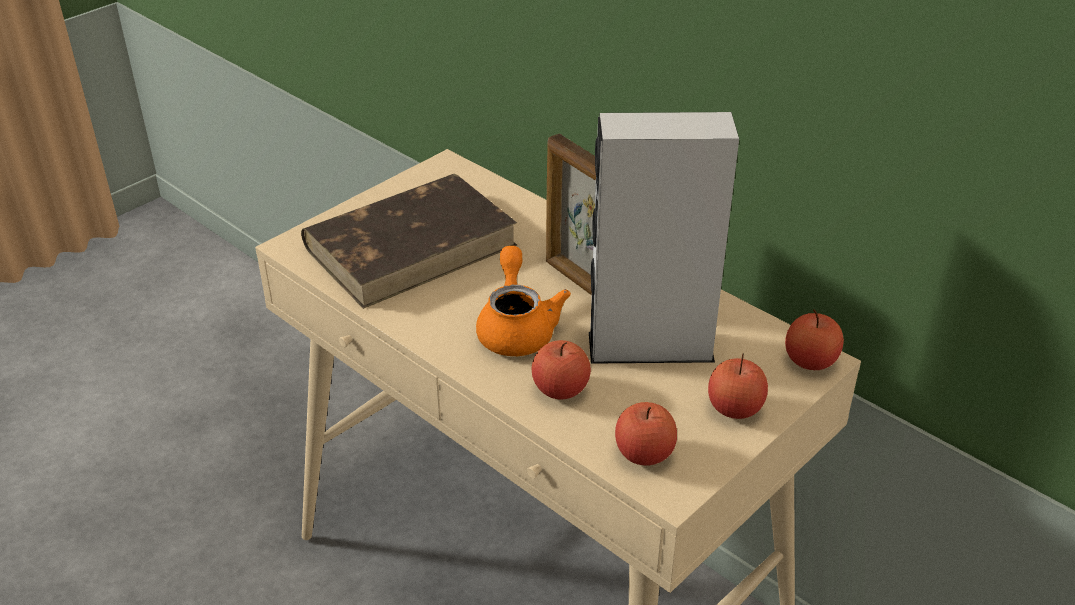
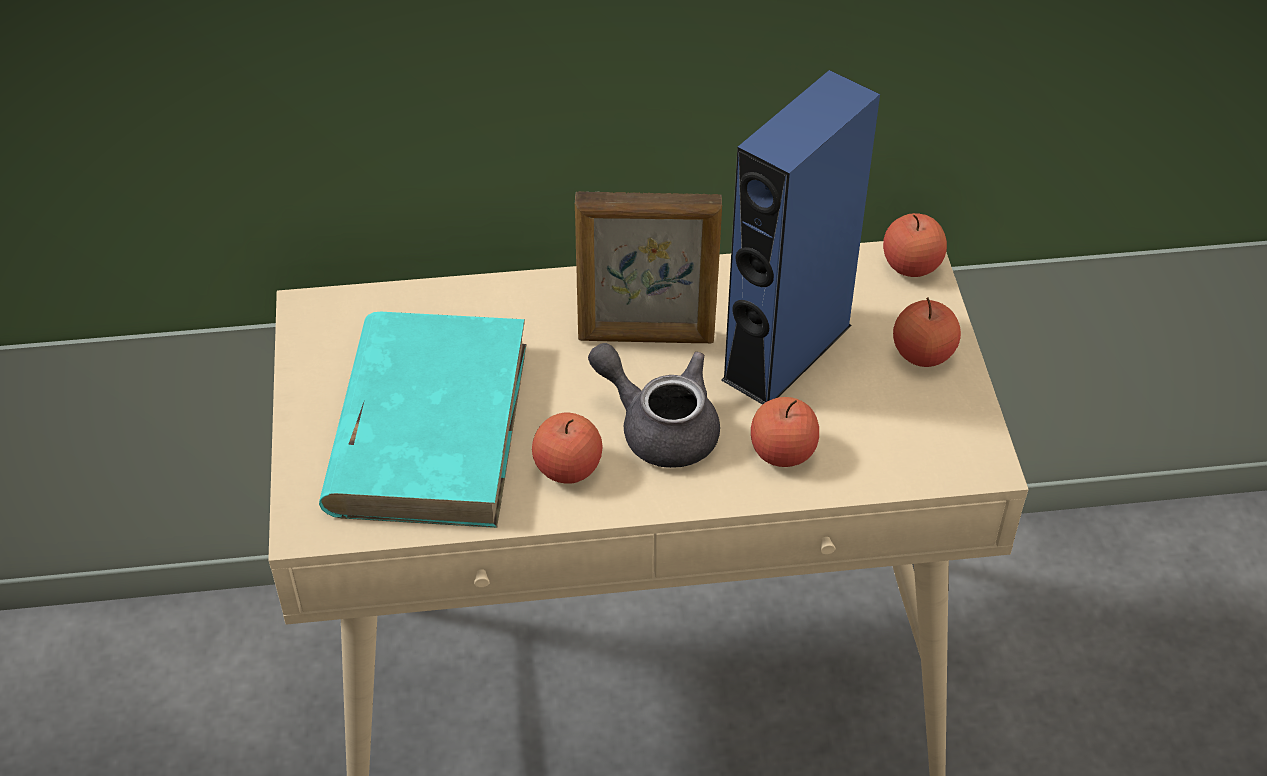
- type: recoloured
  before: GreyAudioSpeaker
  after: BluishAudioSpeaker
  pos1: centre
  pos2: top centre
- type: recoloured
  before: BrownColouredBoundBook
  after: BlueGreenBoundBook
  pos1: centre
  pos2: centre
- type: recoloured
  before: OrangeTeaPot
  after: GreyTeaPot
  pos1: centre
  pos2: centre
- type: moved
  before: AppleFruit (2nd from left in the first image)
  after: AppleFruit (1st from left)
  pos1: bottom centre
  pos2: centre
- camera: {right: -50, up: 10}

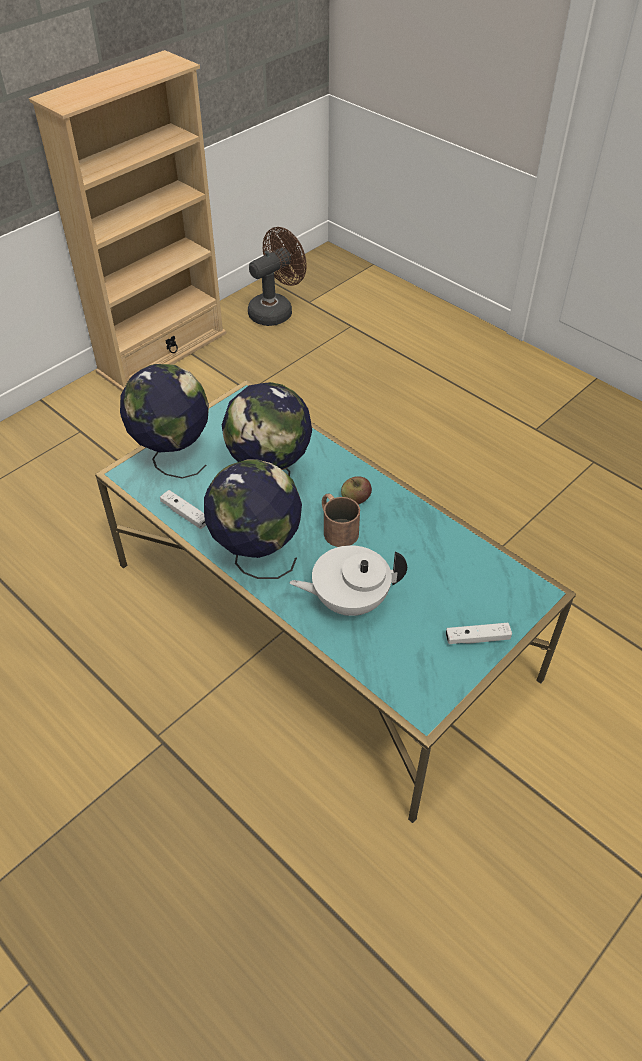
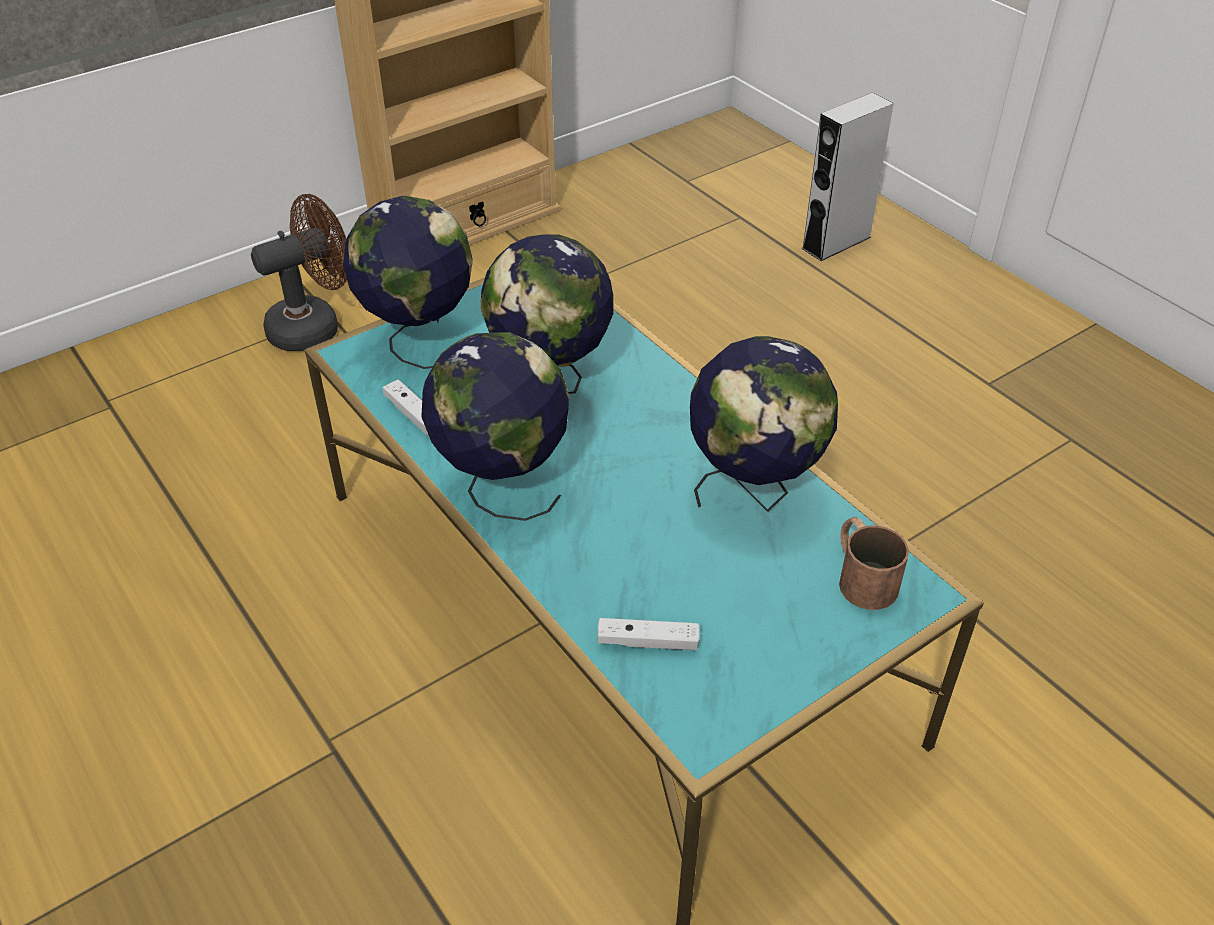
- type: moved
  before: BrownColouredCoolingFan
  pos1: top centre
  pos2: top left
- type: removed
  before: AppleFruit
  pos1: centre
- type: moved
  before: BrownColouredCoffeeMug
  pos1: centre
  pos2: middle right
- type: removed
  before: WhiteColouredTeaPot
  pos1: centre
- type: moved
  before: WhiteColouredGamepad (2nd from left)
  pos1: middle right
  pos2: bottom centre
- type: added
  after: GreyAudioSpeaker
  pos2: top right
- type: added
  after: WorldGlobe (4th from left)
  pos2: centre
- camera: {right: 10, up: -5}

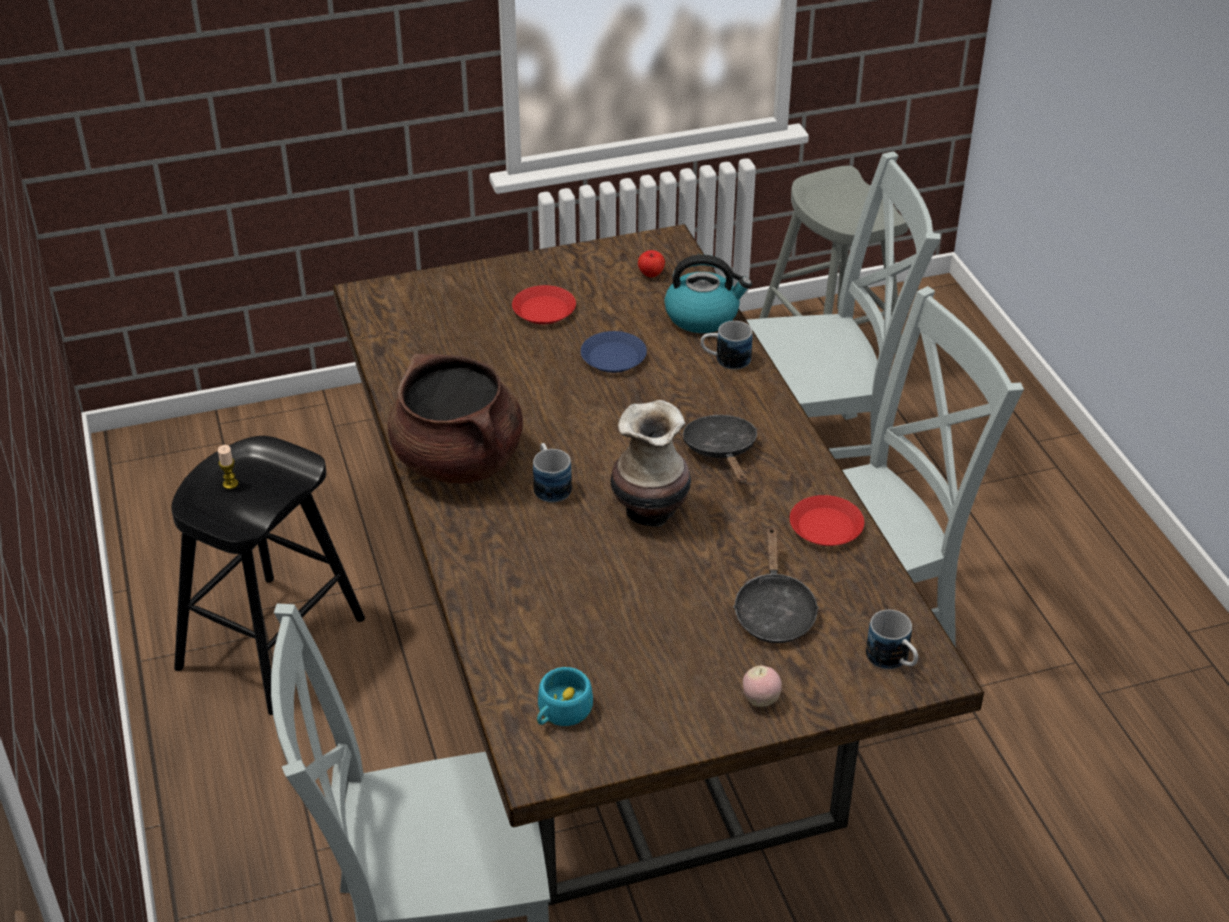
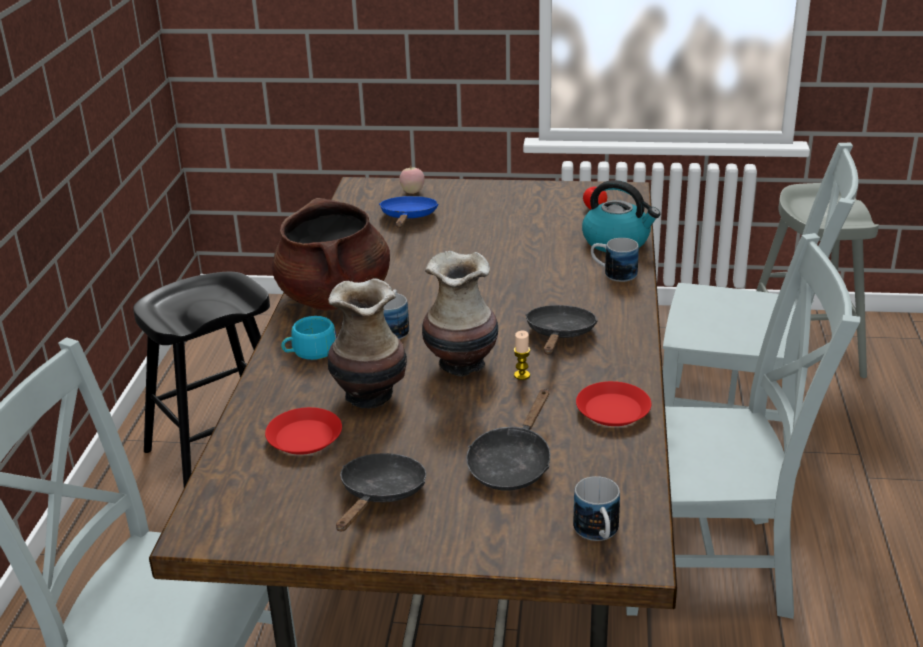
- type: moved
  before: RedPlate (1st from left)
  pos1: top centre
  pos2: middle left
- type: removed
  before: BluishPlate
  pos1: centre
- type: moved
  before: WaxLight
  pos1: middle left
  pos2: centre
- type: moved
  before: AppleFruit (2nd from left in the first image)
  after: AppleFruit (1st from left)
  pos1: bottom centre
  pos2: top centre
- type: moved
  before: BlueGreenCup
  pos1: bottom centre
  pos2: centre
- type: added
  after: BluishPan
  pos2: top centre
- type: added
  after: DecorativeVase (1st from left)
  pos2: centre
- type: added
  after: BlackishPan (1st from left)
  pos2: bottom centre
- camera: {right: 25, up: -10}

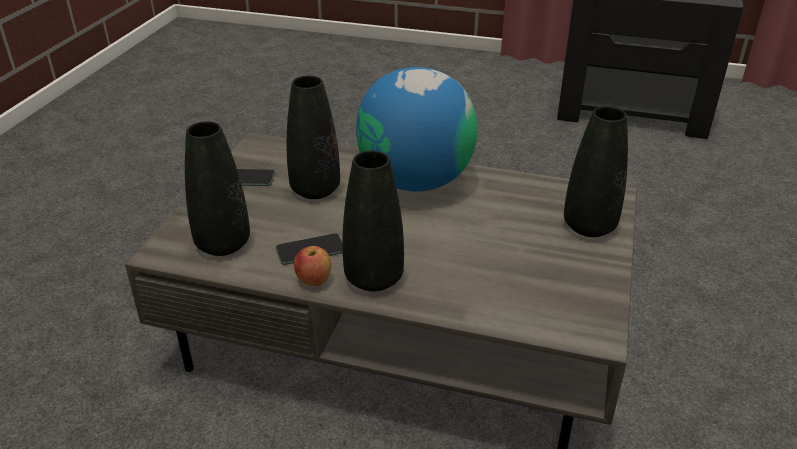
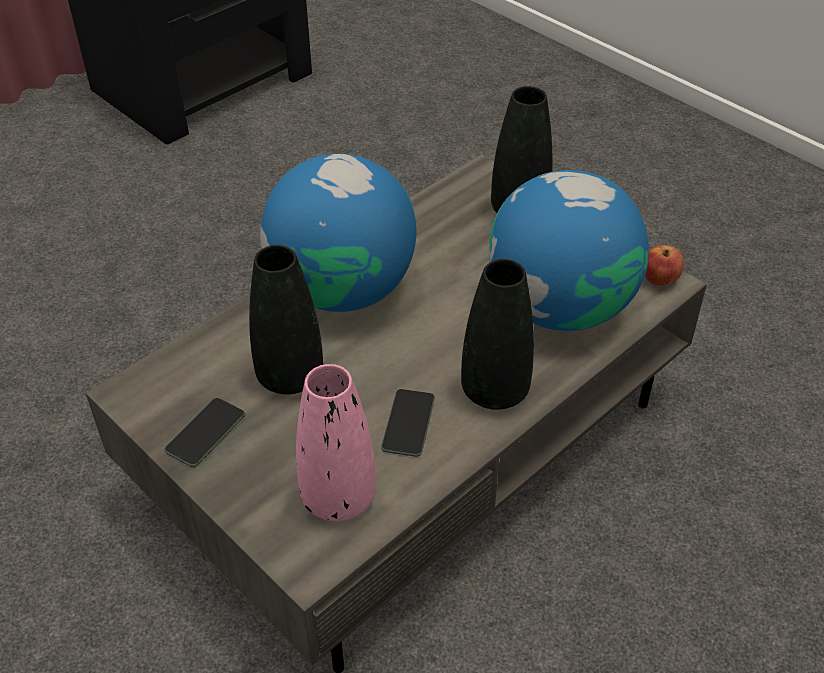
- type: recoloured
  before: BlackishDecorativeVase (1st from left)
  after: PinkDecorativeVase
  pos1: middle left
  pos2: centre
- type: moved
  before: AppleFruit
  pos1: centre
  pos2: middle right
- type: added
  after: WorldGlobe (2nd from left)
  pos2: middle right
- camera: {right: -60, up: 10}

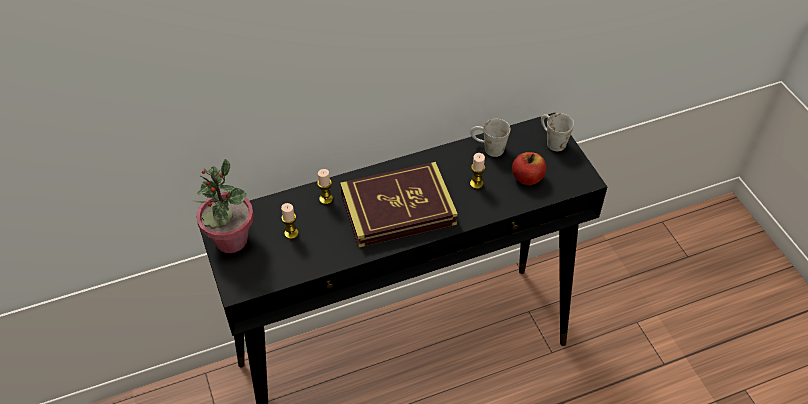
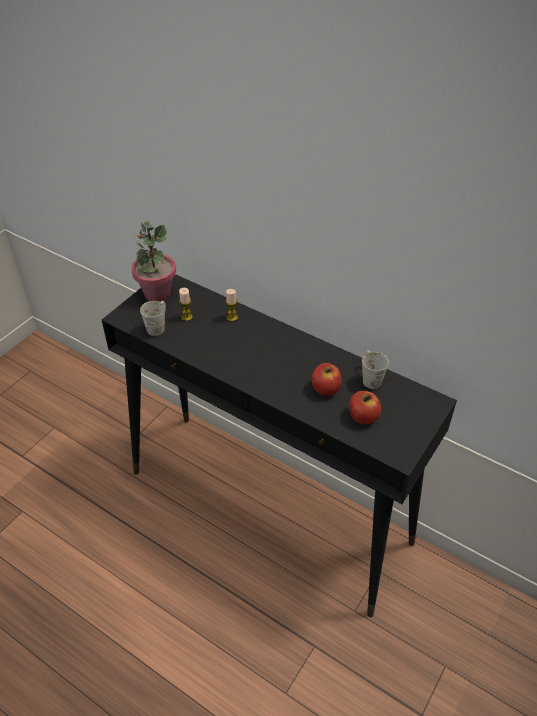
- type: moved
  before: WhiteColouredCoffeeMug (2nd from left in the first image)
  after: WhiteColouredCoffeeMug (1st from left)
  pos1: top right
  pos2: middle left
- type: replaced
  before: WaxLight (3rd from left)
  after: AppleFruit (1st from left)
  pos1: centre
  pos2: centre
- type: removed
  before: BoundBook
  pos1: centre
- camera: {right: 55, up: -5}

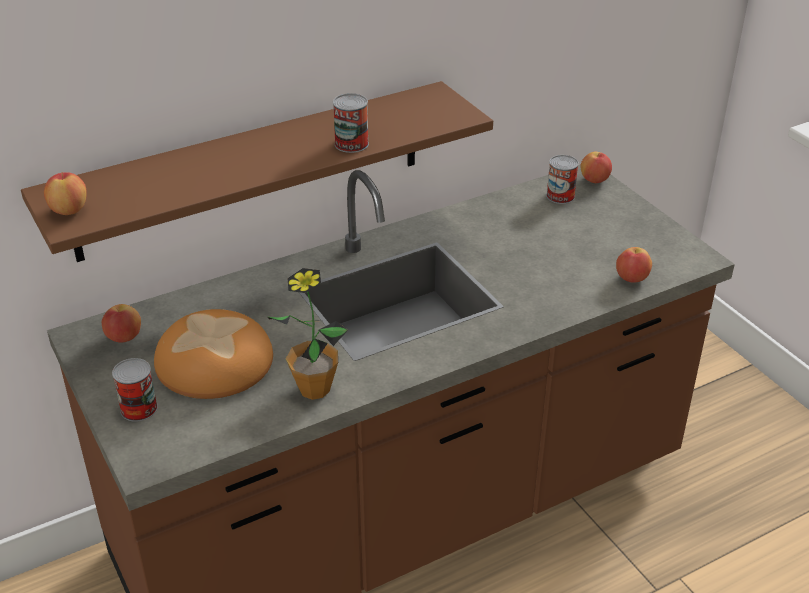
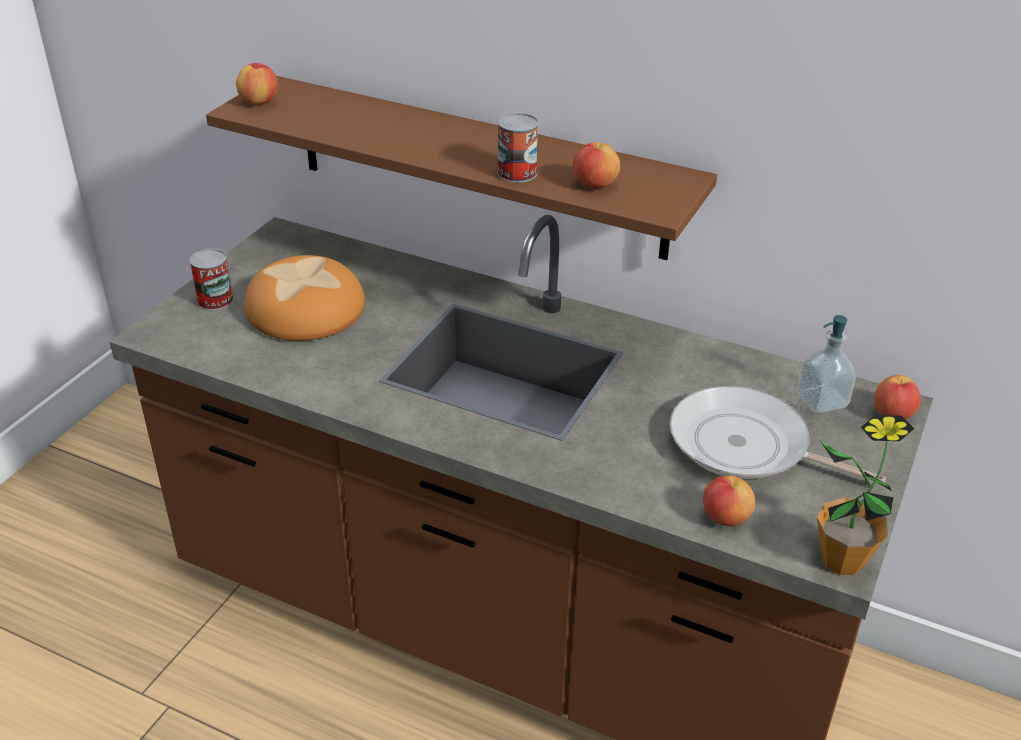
- type: replaced
  before: Can (3rd from left)
  after: SoapDispenser
  pos1: top right
  pos2: middle right
- type: moved
  before: PlantInAPot
  pos1: centre
  pos2: bottom right
- type: moved
  before: AppleFruit (2nd from left)
  pos1: middle left
  pos2: top centre
- type: added
  after: Pan
  pos2: middle right
- camera: {right: 55, up: 0}

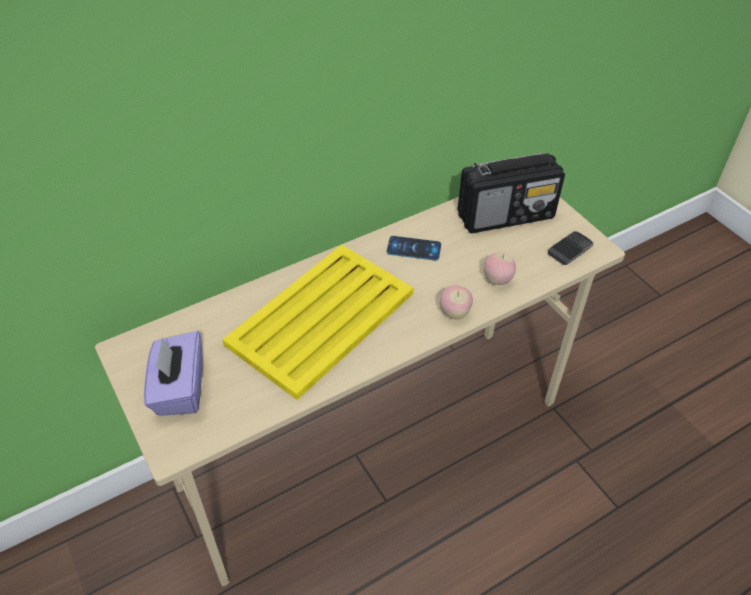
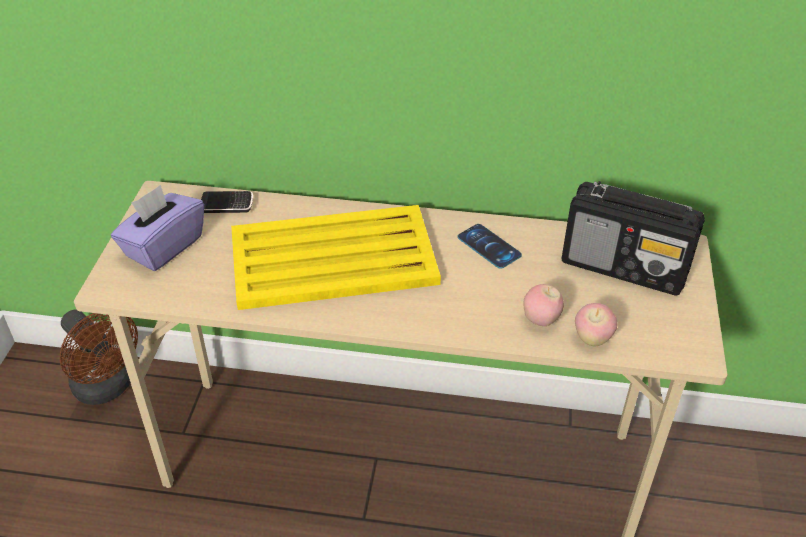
- type: moved
  before: Telephone (2nd from left in the first image)
  after: Telephone (1st from left)
  pos1: middle right
  pos2: middle left
- type: moved
  before: AppleFruit (1st from left in the first image)
  after: AppleFruit (2nd from left)
  pos1: centre
  pos2: middle right
- type: added
  after: BrownColouredCoolingFan
  pos2: middle left
- camera: {right: 40, up: -5}

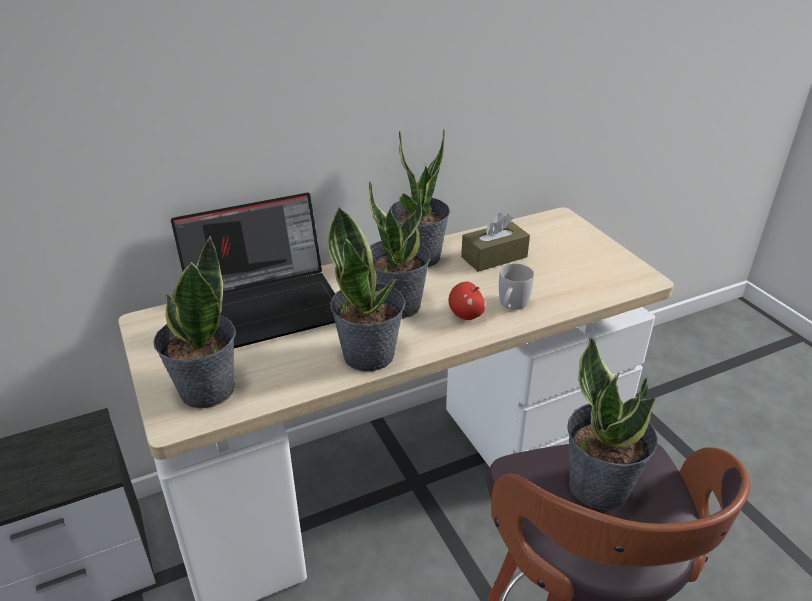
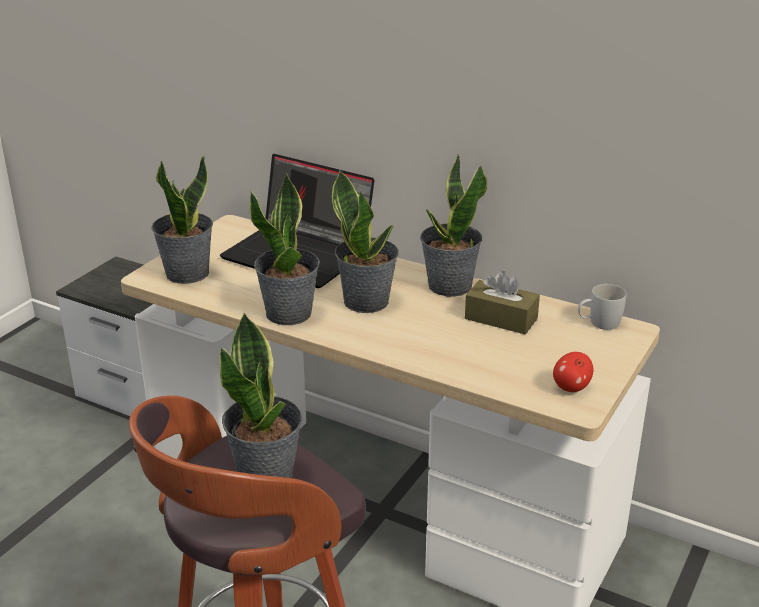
- type: moved
  before: WhiteColouredCoffeeMug
  pos1: centre
  pos2: middle right
- type: moved
  before: AppleFruit
  pos1: centre
  pos2: middle right
- camera: {right: 55, up: -5}

